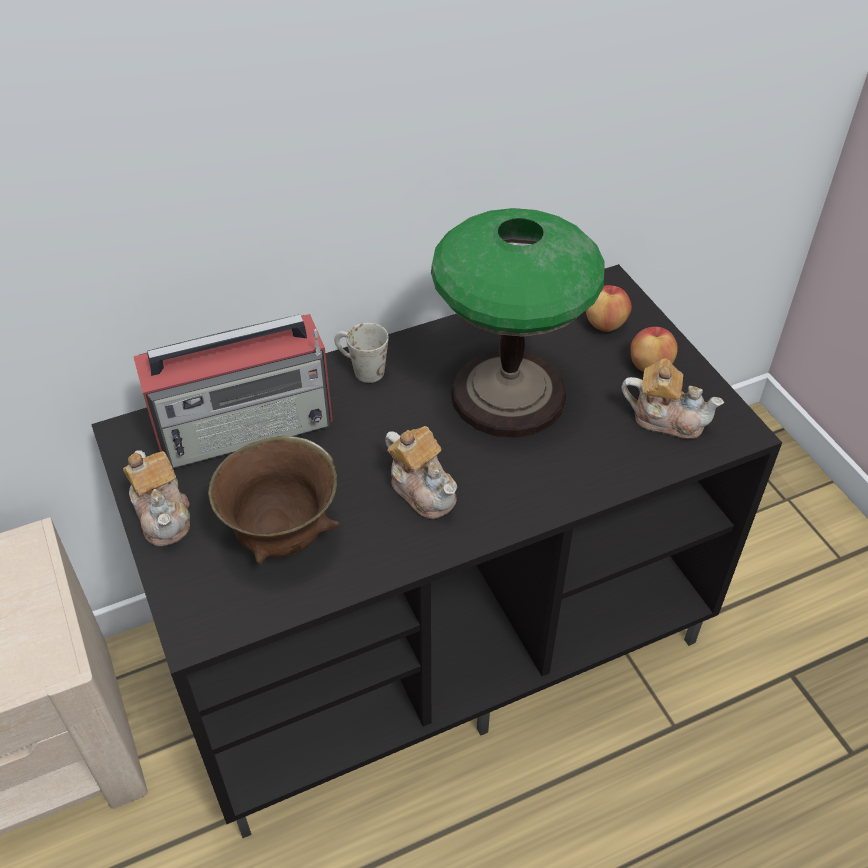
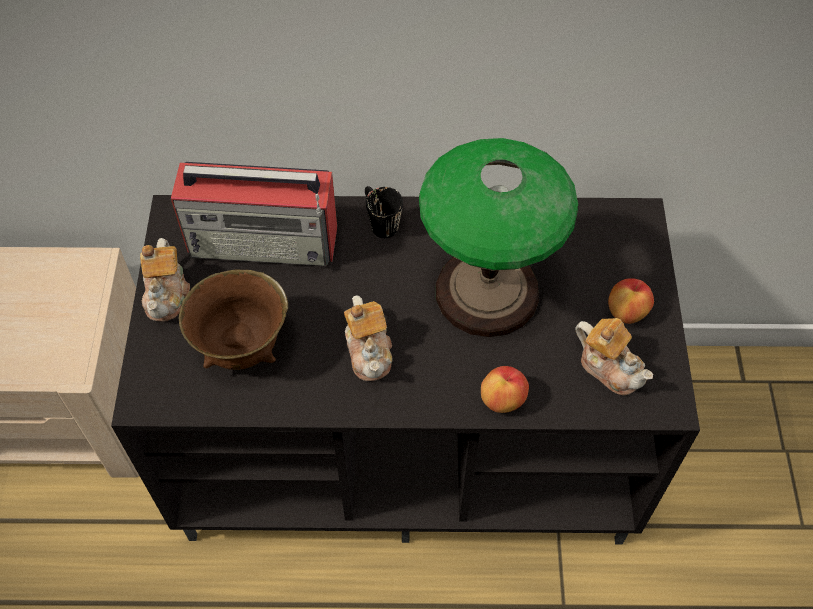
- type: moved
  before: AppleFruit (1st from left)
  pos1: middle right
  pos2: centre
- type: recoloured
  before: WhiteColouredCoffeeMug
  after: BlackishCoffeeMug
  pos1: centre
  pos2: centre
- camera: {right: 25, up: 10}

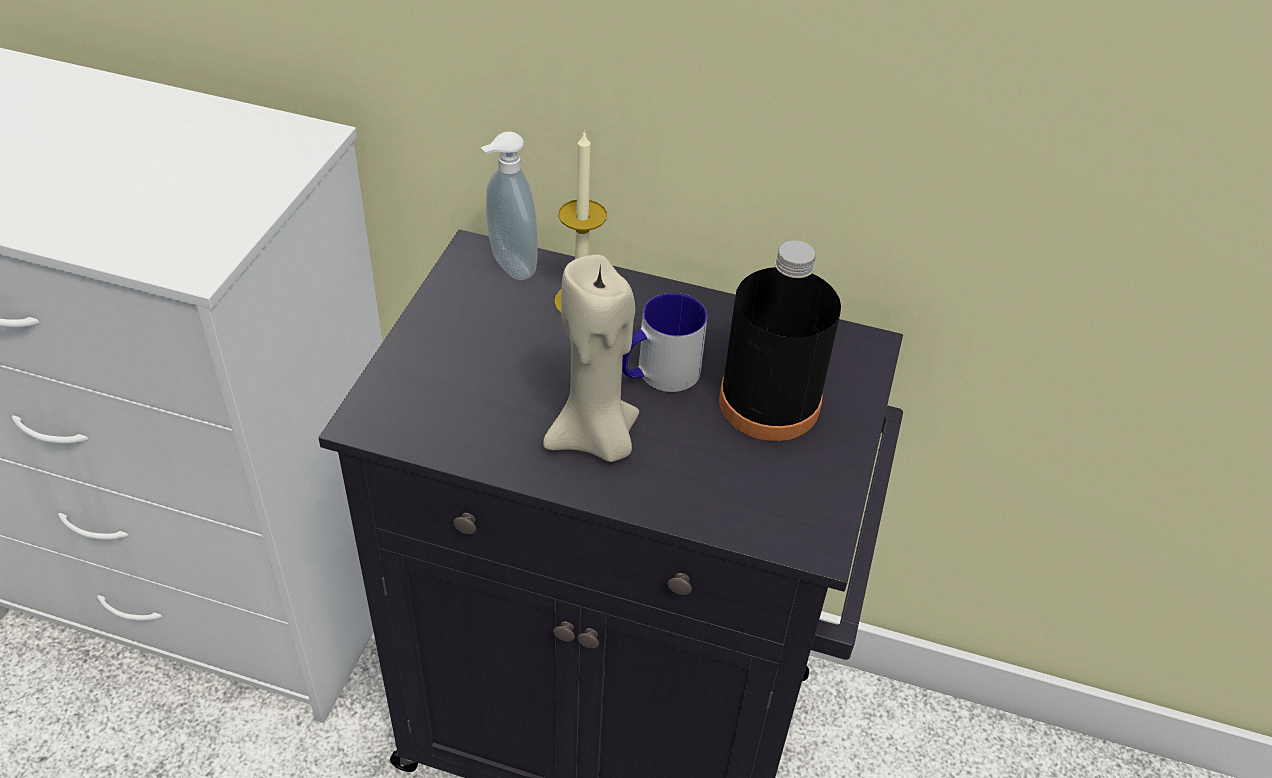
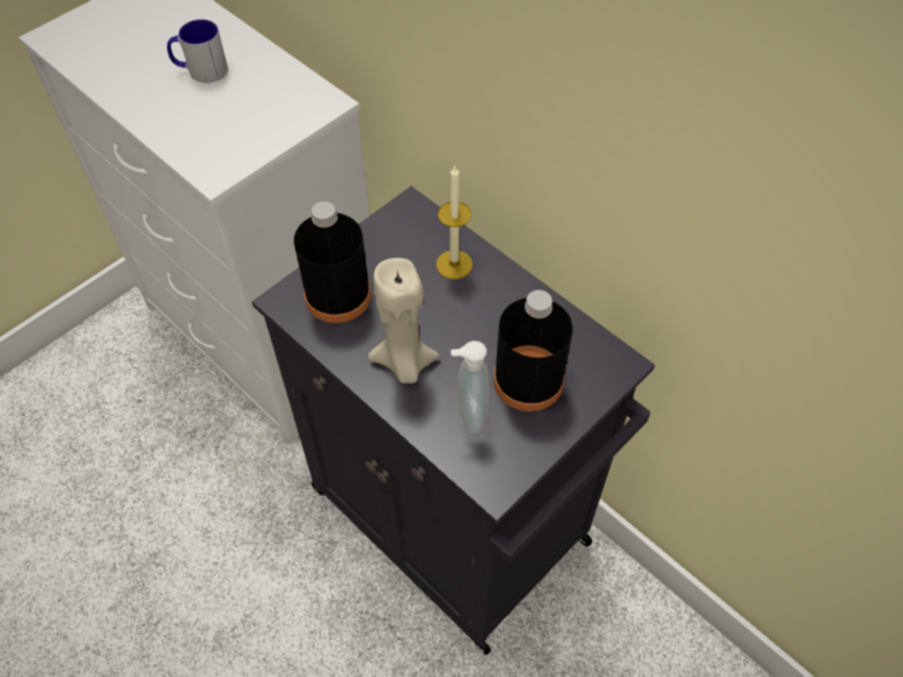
- type: moved
  before: SoapDispenser
  pos1: top centre
  pos2: centre
- type: moved
  before: CoffeeMug
  pos1: centre
  pos2: top left
- type: added
  after: BlackishBeverageBottle (1st from left)
  pos2: centre
- camera: {right: 30, up: 10}

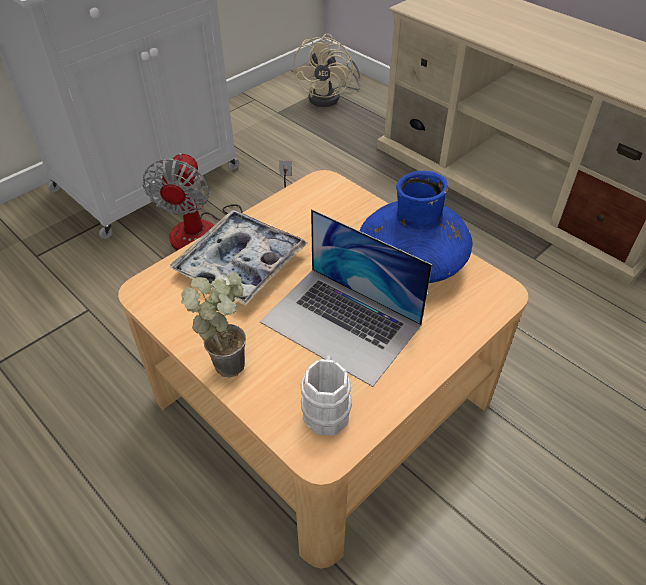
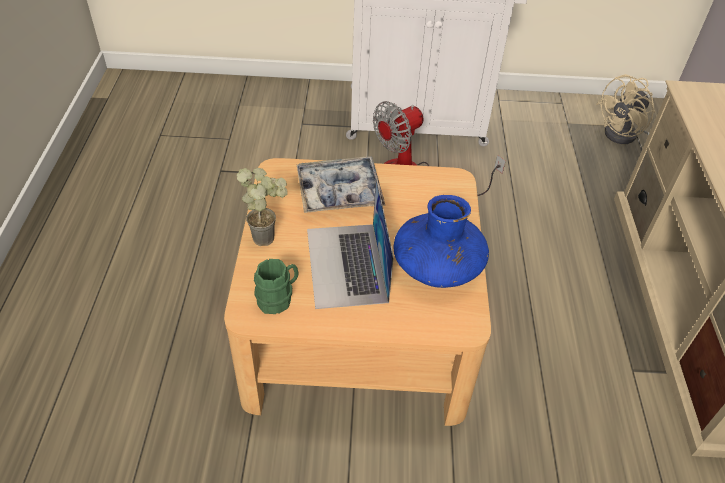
- type: recoloured
  before: WhiteColouredCoffeeMug
  after: GreenColouredCoffeeMug
  pos1: bottom centre
  pos2: centre
- camera: {right: 45, up: 0}

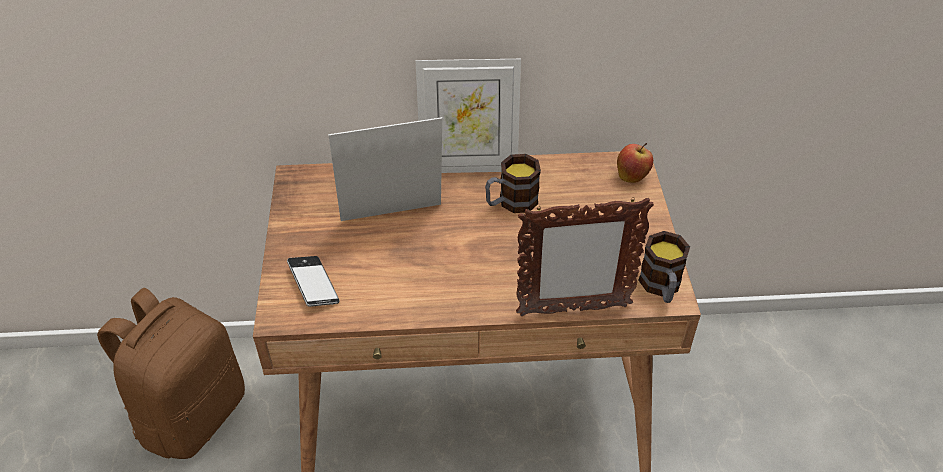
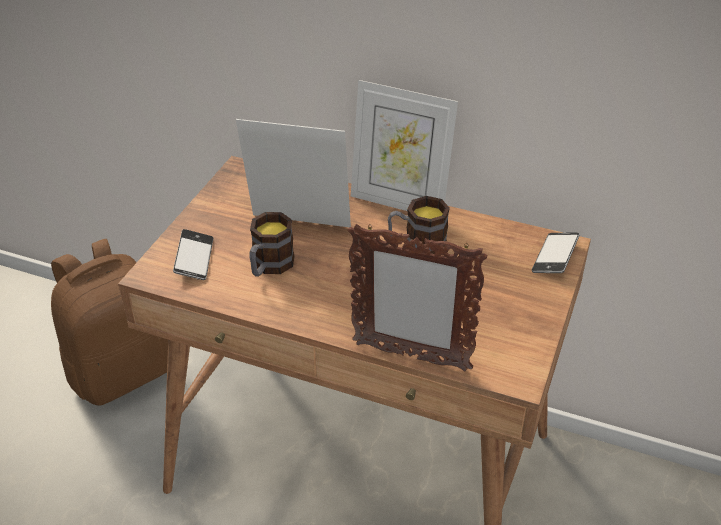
- type: replaced
  before: AppleFruit
  after: Telephone (2nd from left)
  pos1: middle right
  pos2: middle right
- type: moved
  before: CoffeeMug (2nd from left in the first image)
  after: CoffeeMug (1st from left)
  pos1: middle right
  pos2: centre
- camera: {right: 25, up: -5}

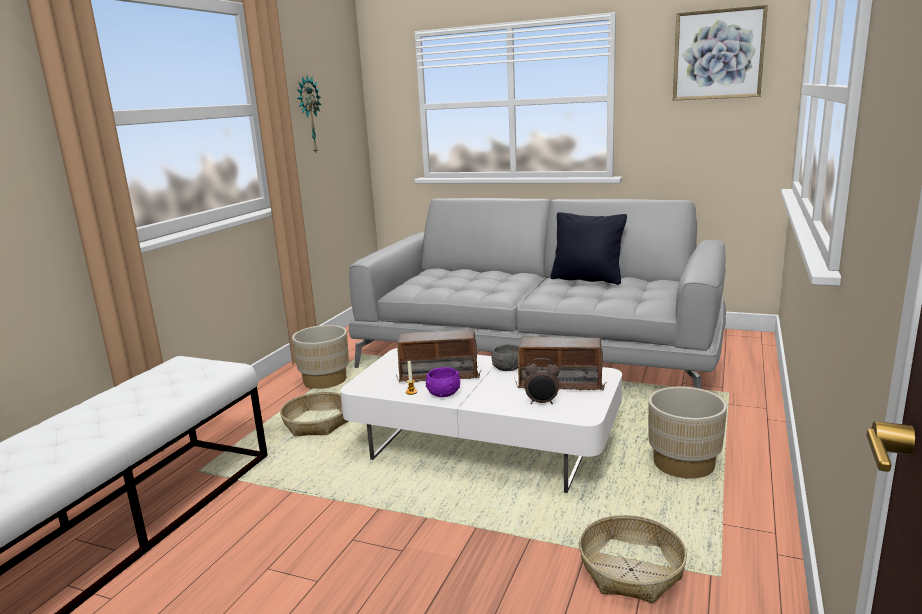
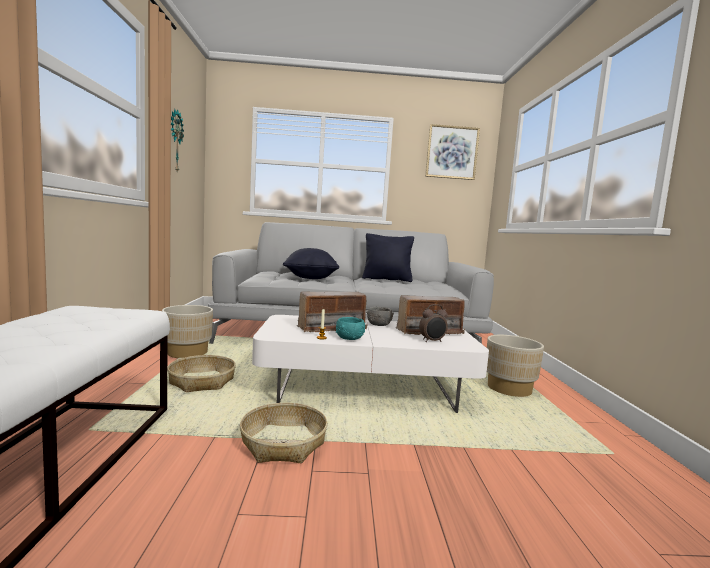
- type: recoloured
  before: PurplishDeepDish
  after: BlueGreenDeepDish
  pos1: centre
  pos2: centre
- type: moved
  before: HouseholdBasket (2nd from left)
  pos1: bottom right
  pos2: bottom centre
- type: added
  after: BlackishPillow (1st from left)
  pos2: centre
- camera: {right: -25, up: -10}

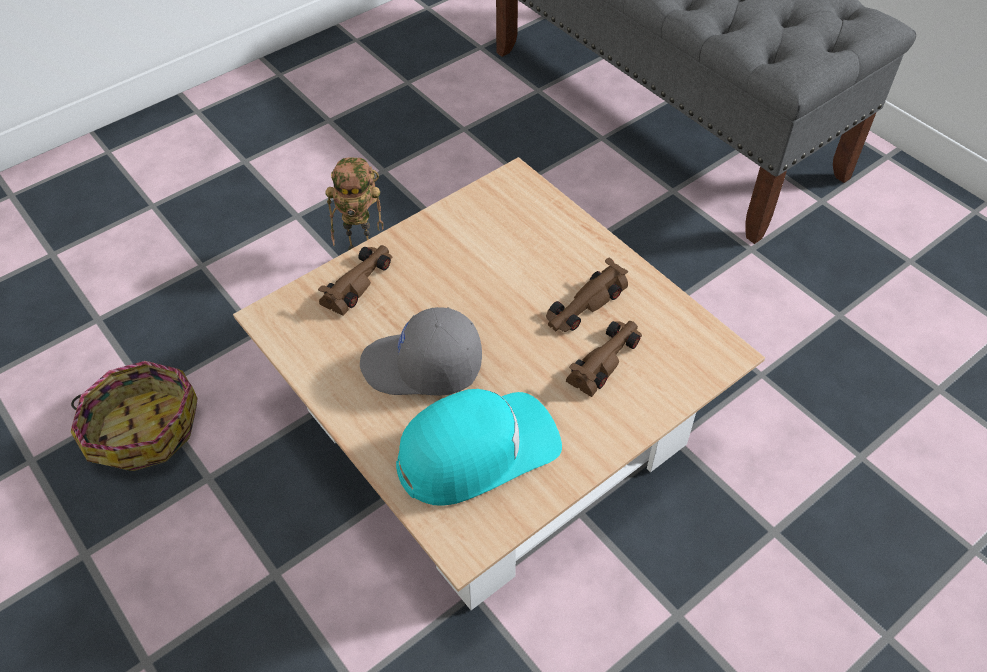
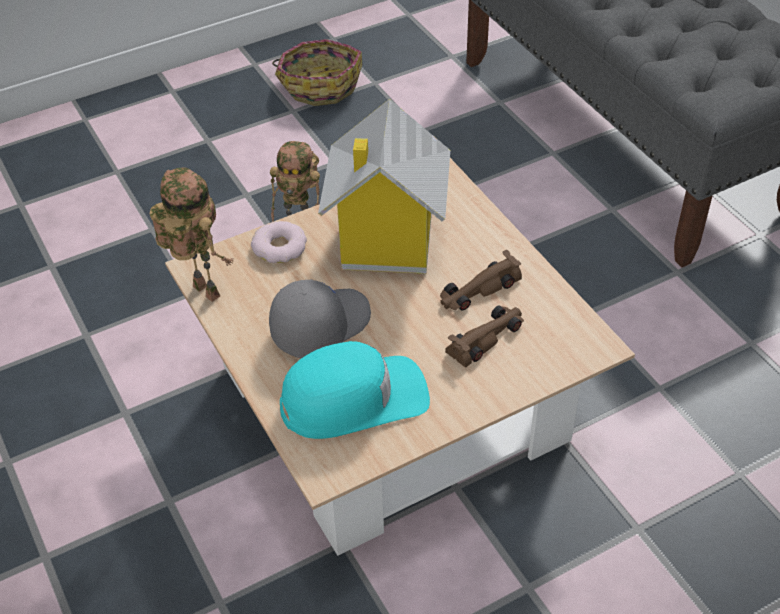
- type: replaced
  before: BrownColouredMiniatureCar (1st from left)
  after: RingDoughnut
  pos1: centre
  pos2: centre
- type: turned
  before: GreyBaseballCap
  pos1: centre
  pos2: centre
  turn: 120
- type: moved
  before: HouseholdBasket
  pos1: middle left
  pos2: top centre
- type: added
  after: ModelHouse
  pos2: top centre
- type: added
  after: RobotFigure (1st from left)
  pos2: middle left
- camera: {right: 10, up: -5}

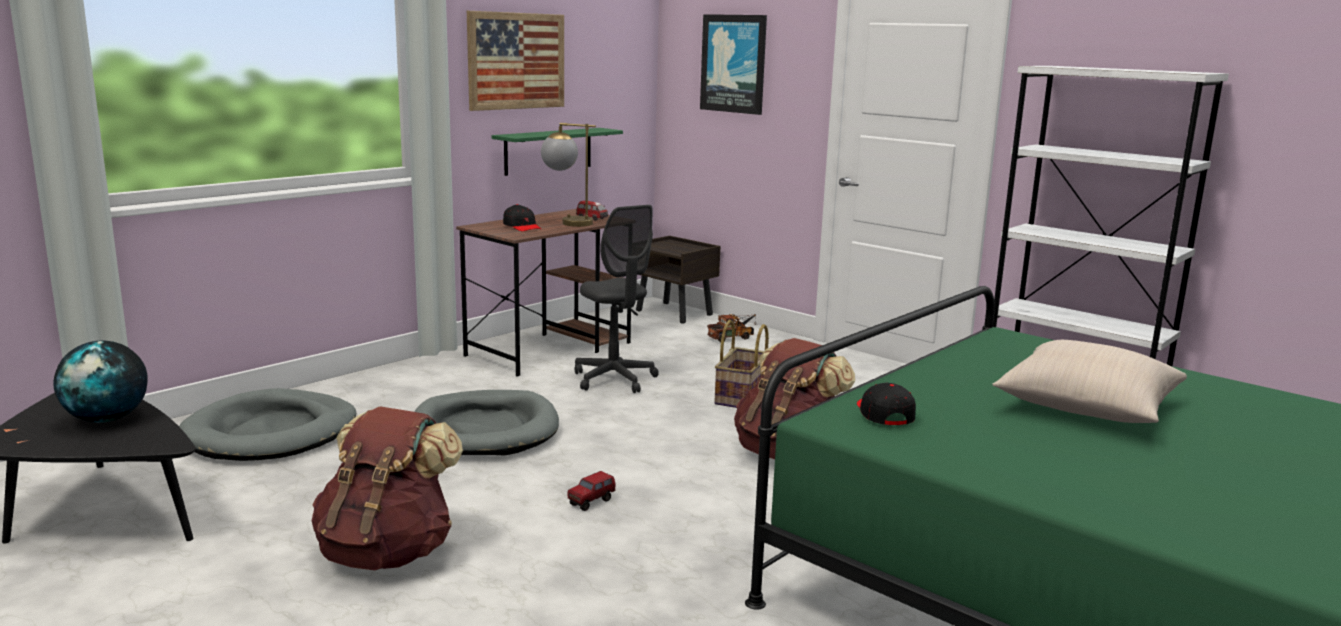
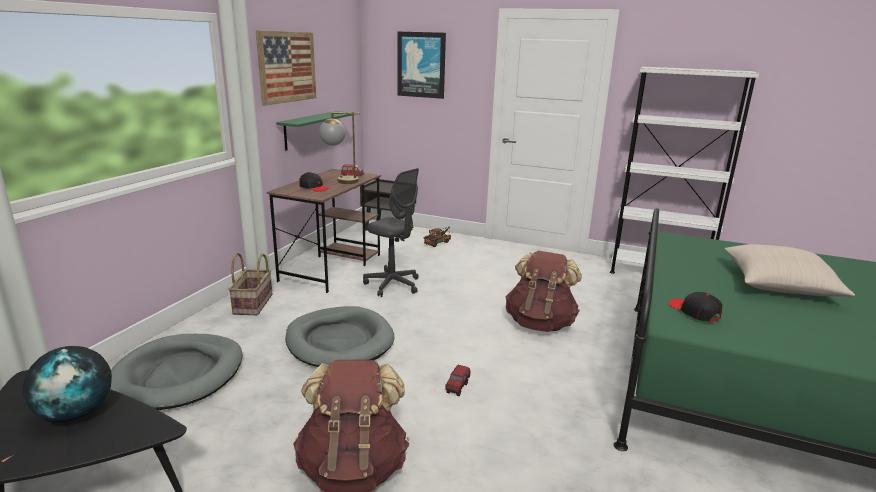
- type: moved
  before: HouseholdBasket
  pos1: centre
  pos2: middle left
- camera: {right: -20, up: 5}

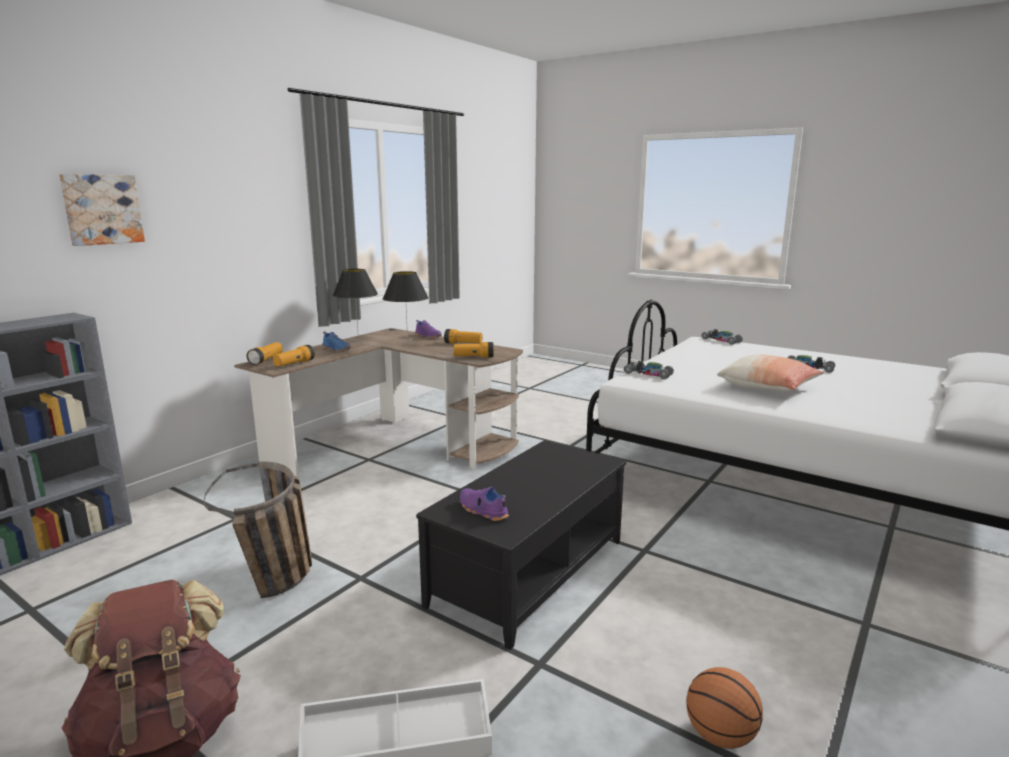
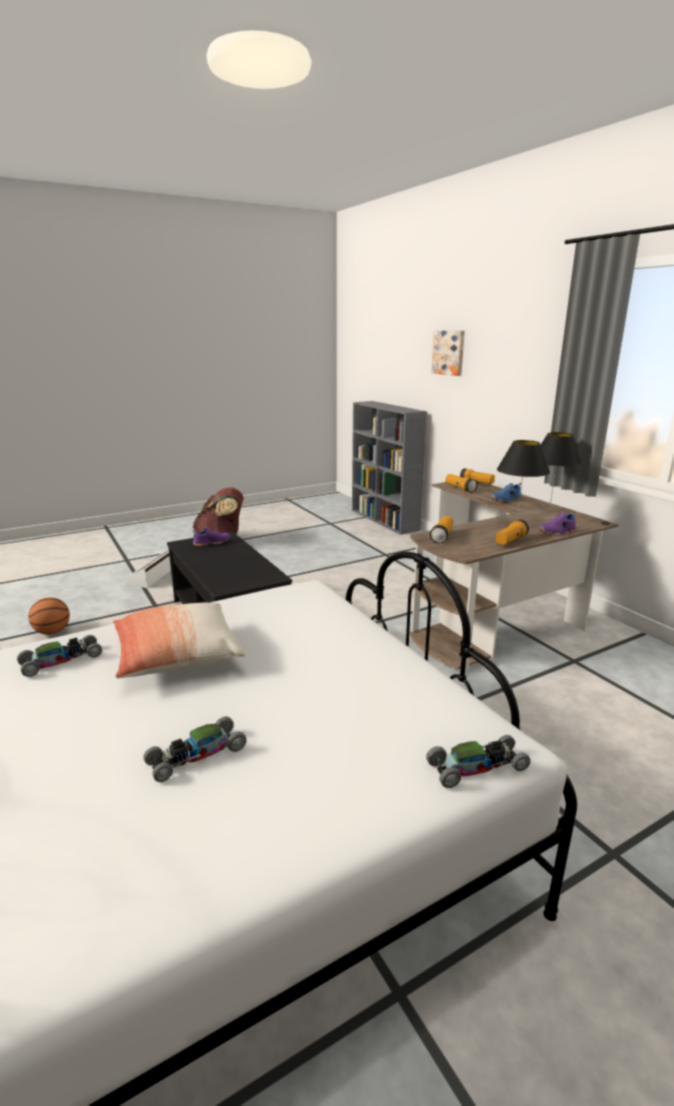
- type: moved
  before: MiniatureCar (1st from left)
  pos1: centre
  pos2: middle left
- type: removed
  before: HouseholdBasket
  pos1: bottom left
- camera: {right: 115, up: 5}

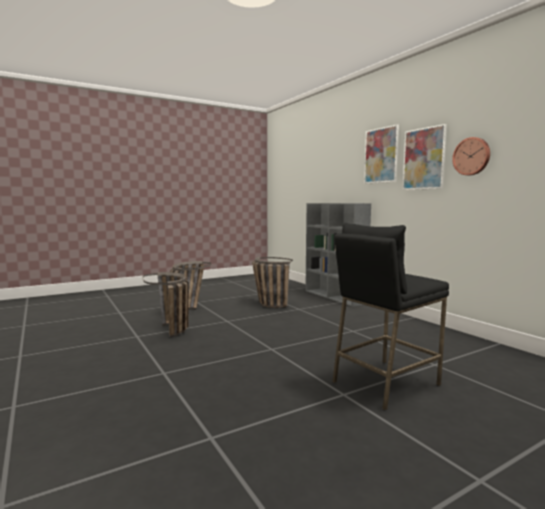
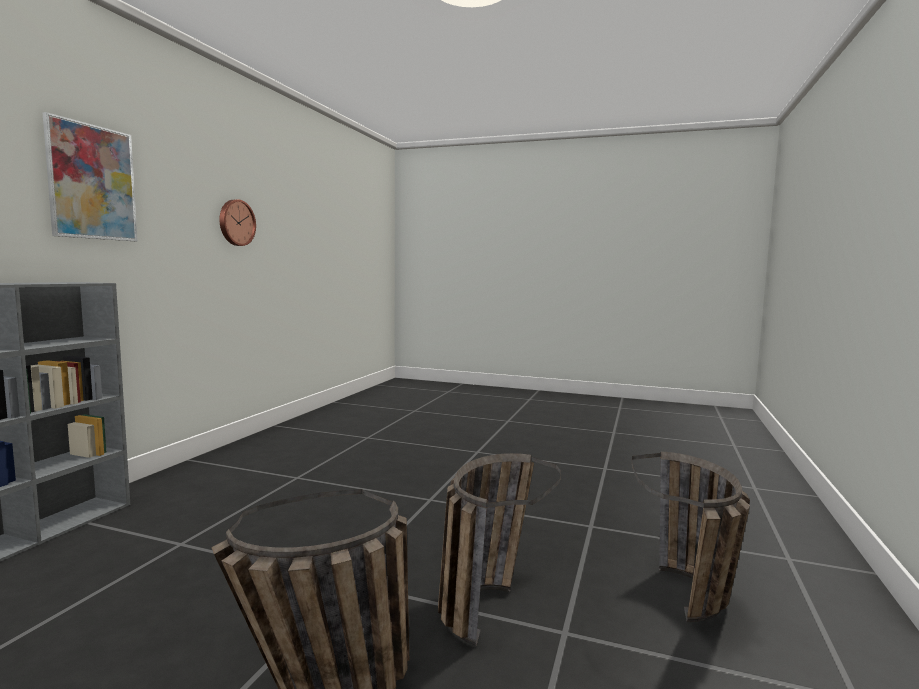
- type: removed
  before: WallArt (2nd from left)
  pos1: top right
- type: removed
  before: BlackishSittingStool
  pos1: middle right
- type: moved
  before: HouseholdBasket (3rd from left)
  pos1: centre
  pos2: bottom right
- camera: {right: -130, up: 0}

